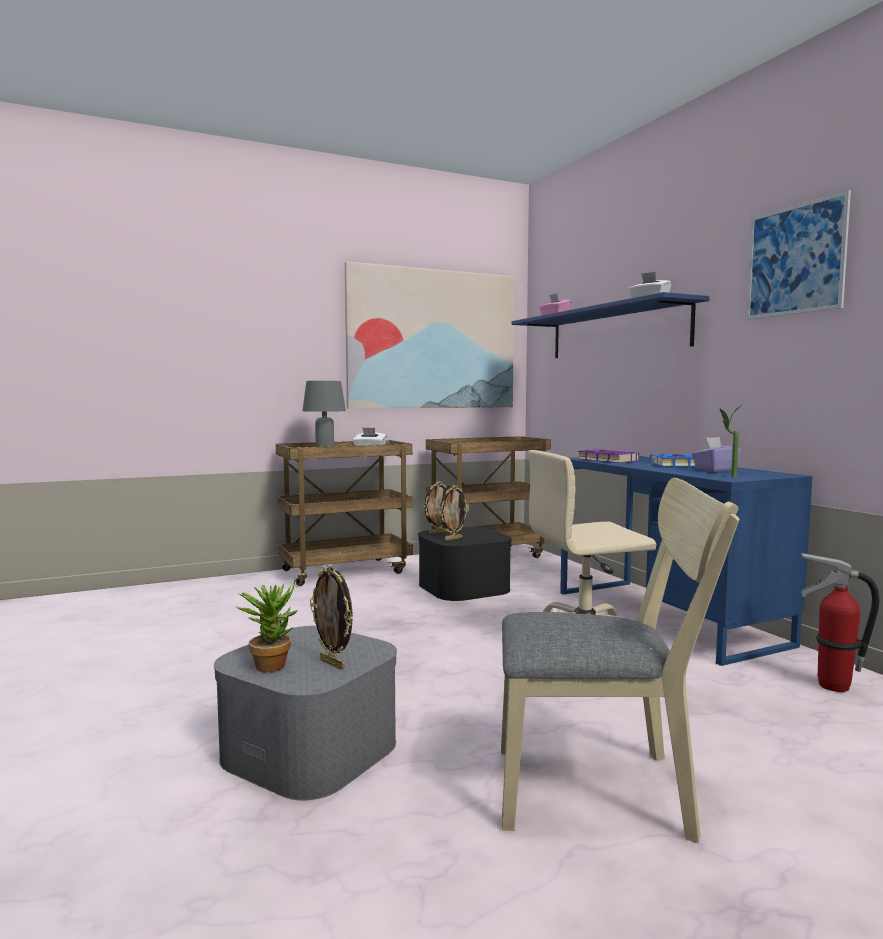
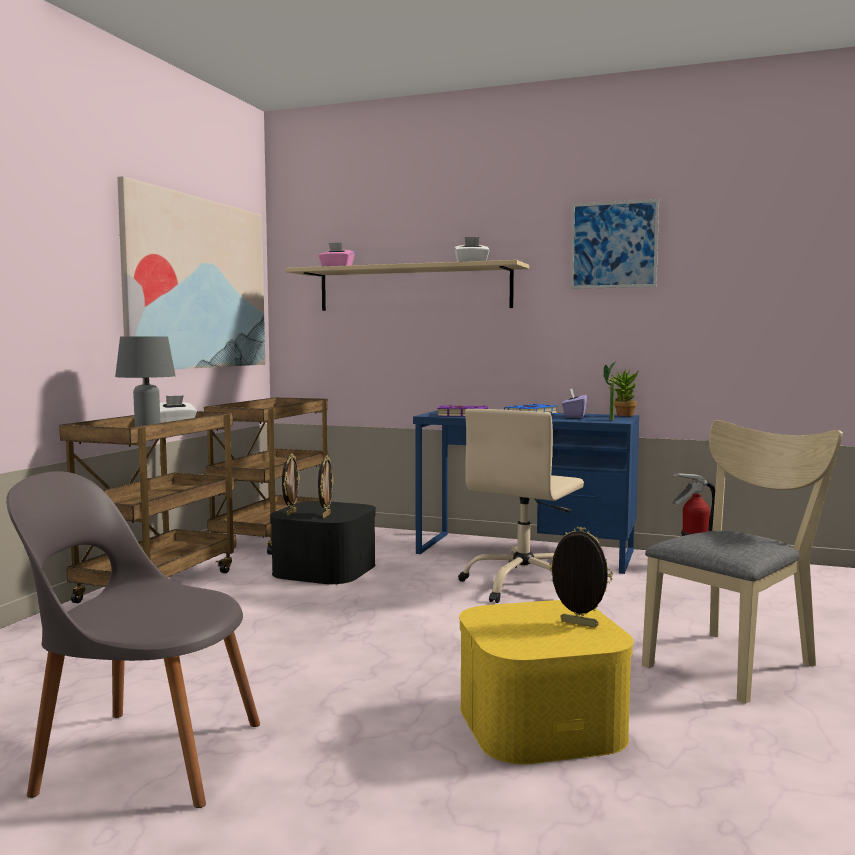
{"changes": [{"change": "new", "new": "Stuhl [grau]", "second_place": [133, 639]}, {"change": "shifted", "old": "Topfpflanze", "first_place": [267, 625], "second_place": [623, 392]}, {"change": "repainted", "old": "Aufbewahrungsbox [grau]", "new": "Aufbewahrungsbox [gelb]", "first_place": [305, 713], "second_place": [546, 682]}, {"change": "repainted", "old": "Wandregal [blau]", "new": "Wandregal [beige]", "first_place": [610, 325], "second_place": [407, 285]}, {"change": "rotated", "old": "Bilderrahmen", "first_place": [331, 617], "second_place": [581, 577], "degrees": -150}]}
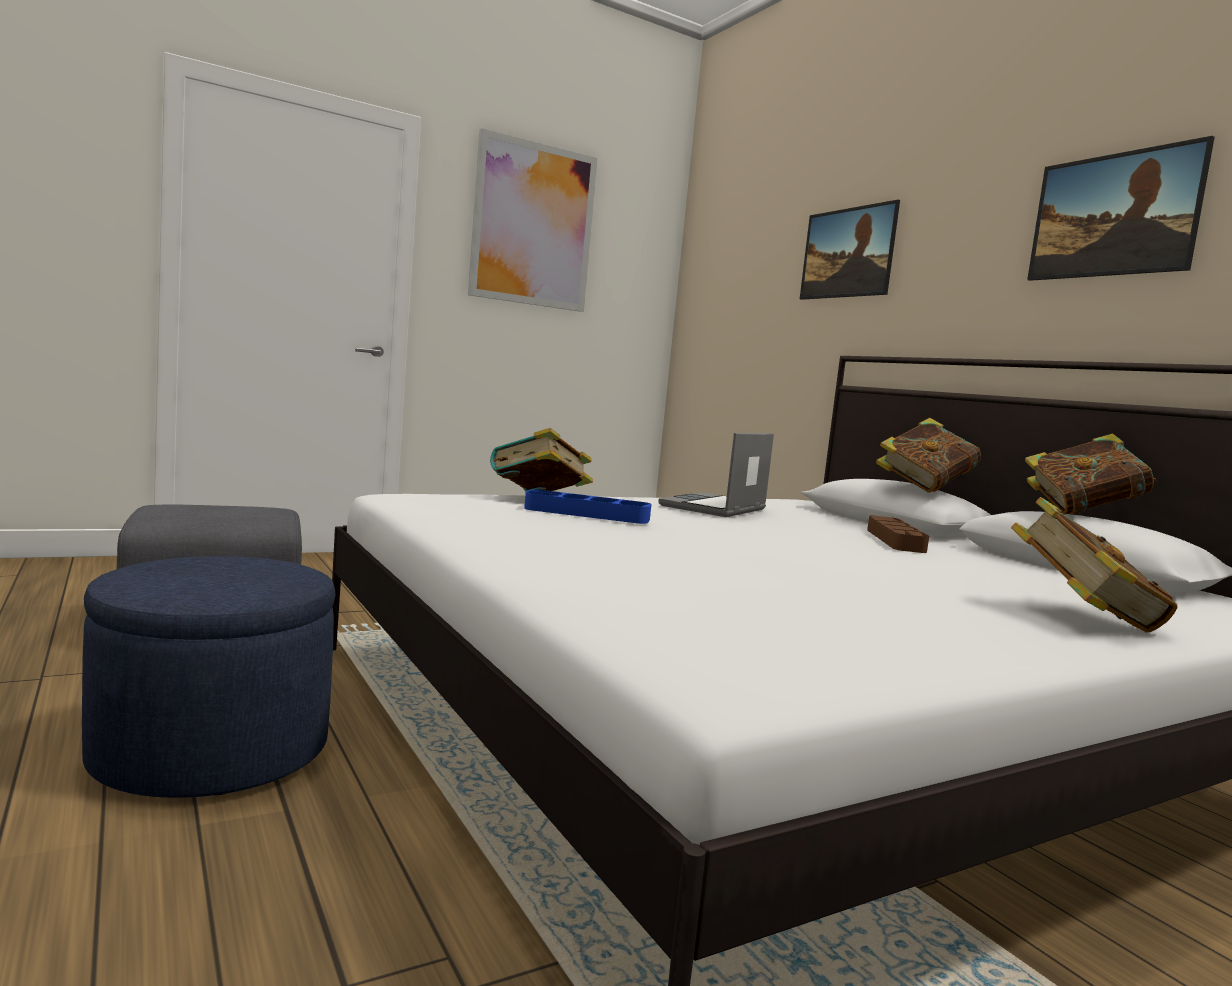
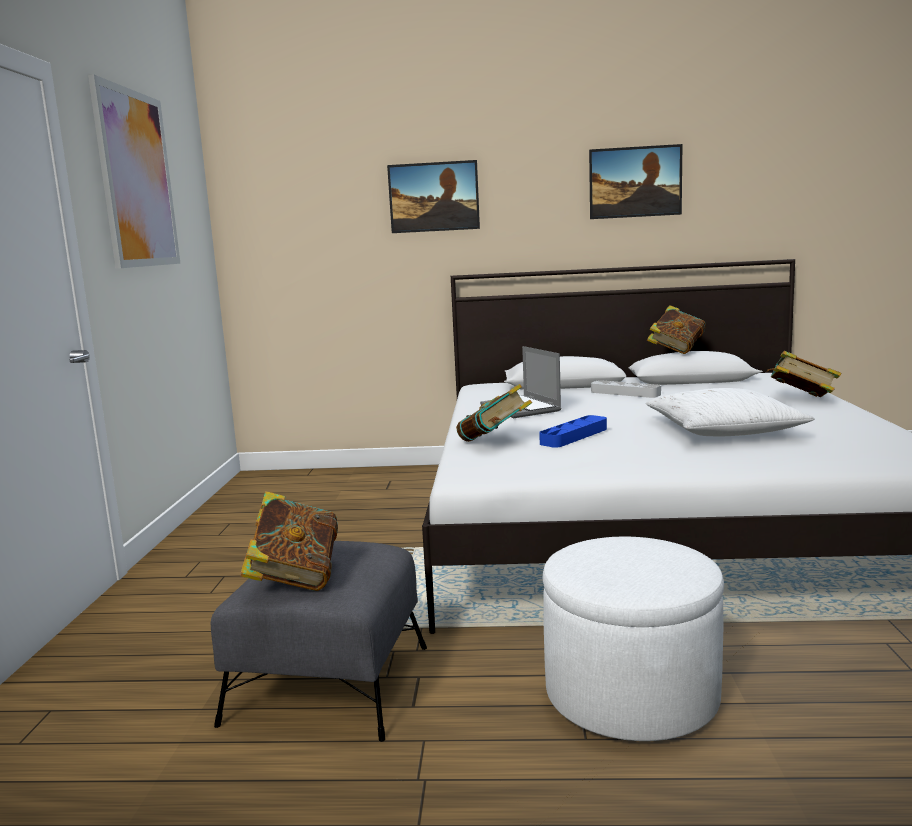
{"changes": [{"change": "new", "new": "Kissen [weiß]", "second_place": [730, 412]}, {"change": "shifted", "old": "Buch", "first_place": [928, 455], "second_place": [289, 541]}, {"change": "repainted", "old": "Polsterhocker [blau]", "new": "Polsterhocker [weiß]", "first_place": [208, 677], "second_place": [633, 639]}, {"change": "repainted", "old": "Tablett [braun]", "new": "Tablett [grau]", "first_place": [898, 534], "second_place": [626, 389]}]}
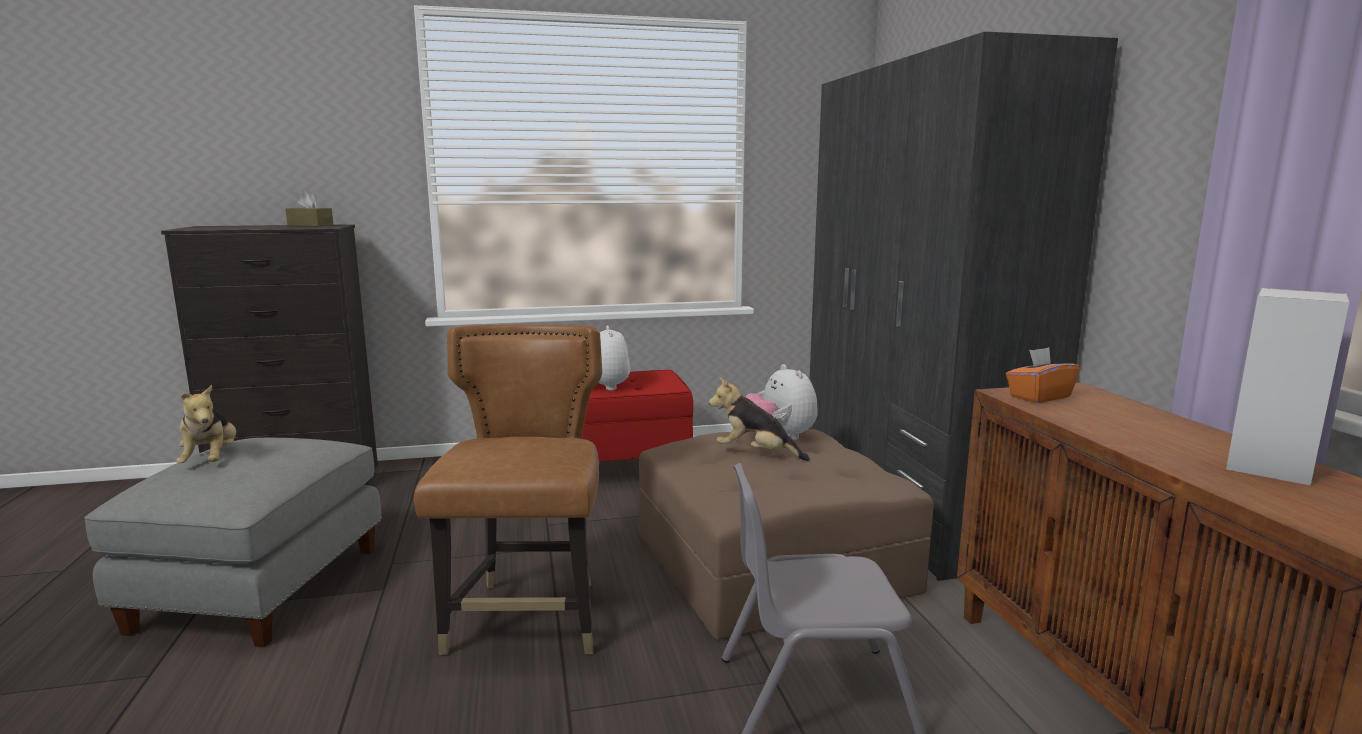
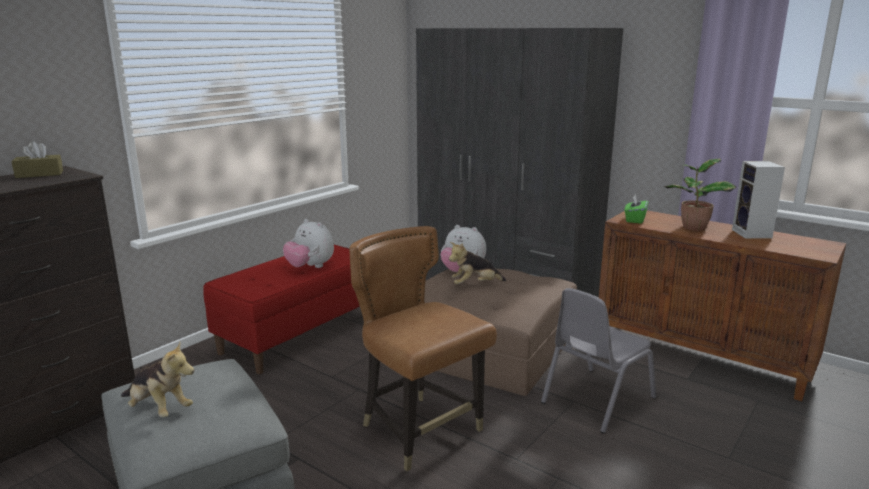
{"changes": [{"change": "new", "new": "Topfpflanze", "second_place": [700, 195]}, {"change": "repainted", "old": "Taschentuchbox [orange]", "new": "Taschentuchbox [grün]", "first_place": [1043, 375], "second_place": [636, 209]}]}
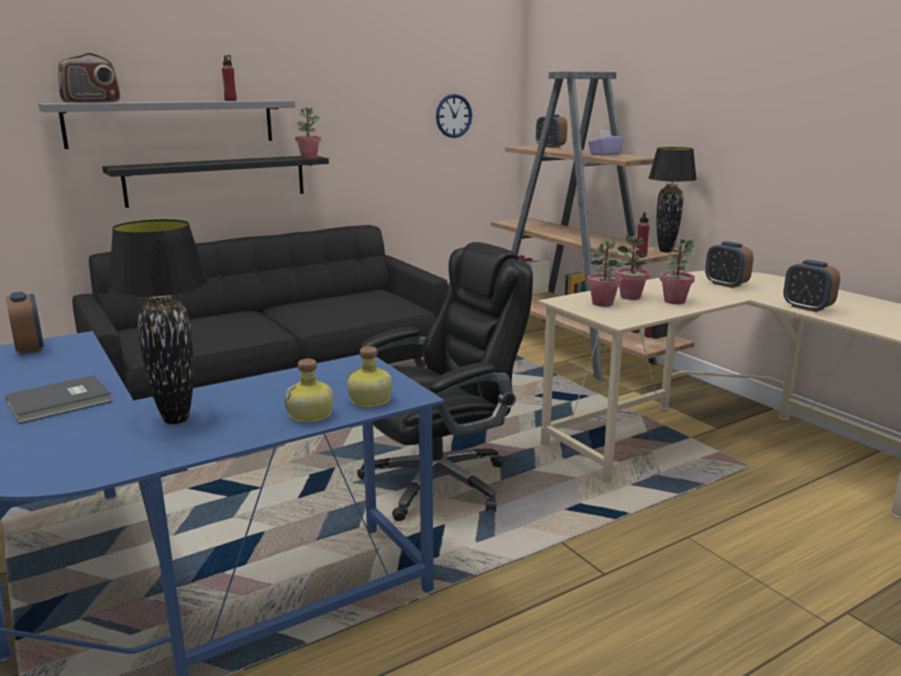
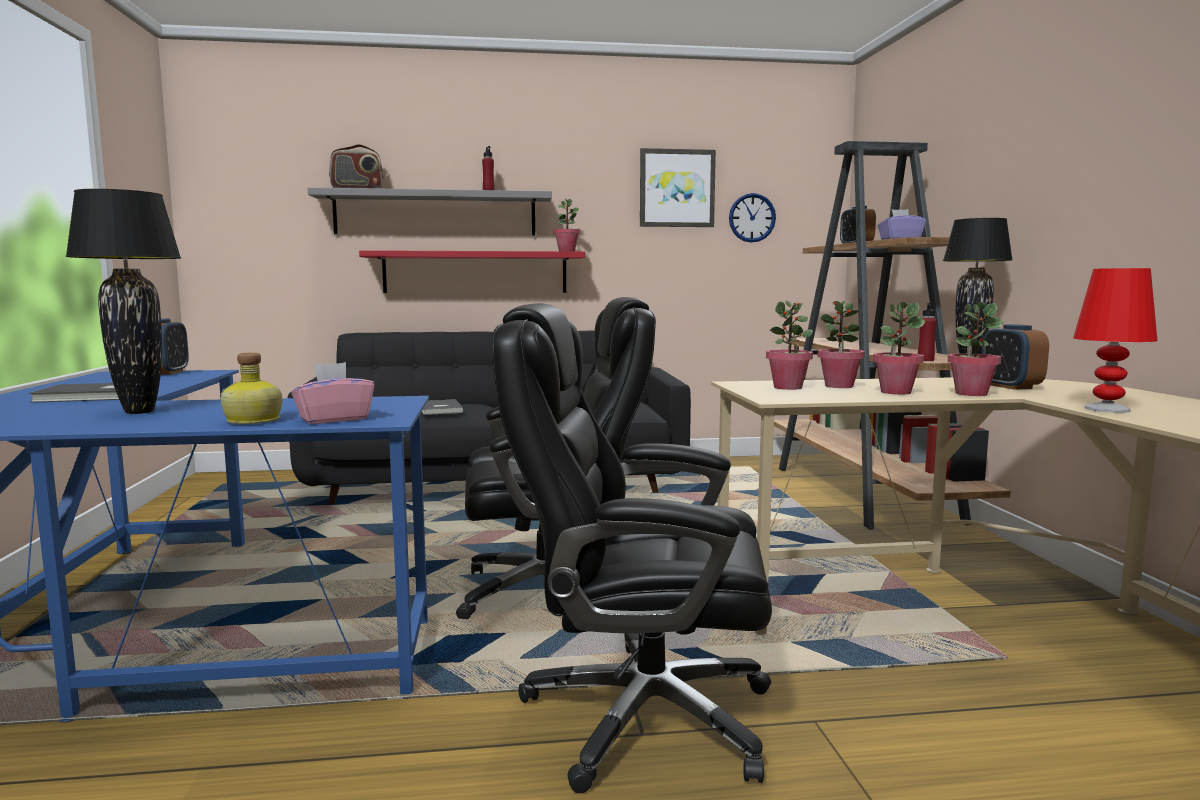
{"changes": [{"change": "new", "new": "Buch [grau]", "second_place": [443, 407]}, {"change": "new", "new": "Bürostuhl [schwarz]", "second_place": [632, 548]}, {"change": "new", "new": "Bild", "second_place": [678, 187]}, {"change": "new", "new": "Topfpflanze", "second_place": [975, 349]}, {"change": "swapped", "old": "Flasche", "new": "Taschentuchbox [rosa]", "first_place": [370, 376], "second_place": [333, 393]}, {"change": "swapped", "old": "Wecker", "new": "Tischlampe [rot]", "first_place": [811, 286], "second_place": [1115, 340]}, {"change": "repainted", "old": "Wandregal [schwarz]", "new": "Wandregal [rot]", "first_place": [215, 182], "second_place": [472, 271]}]}
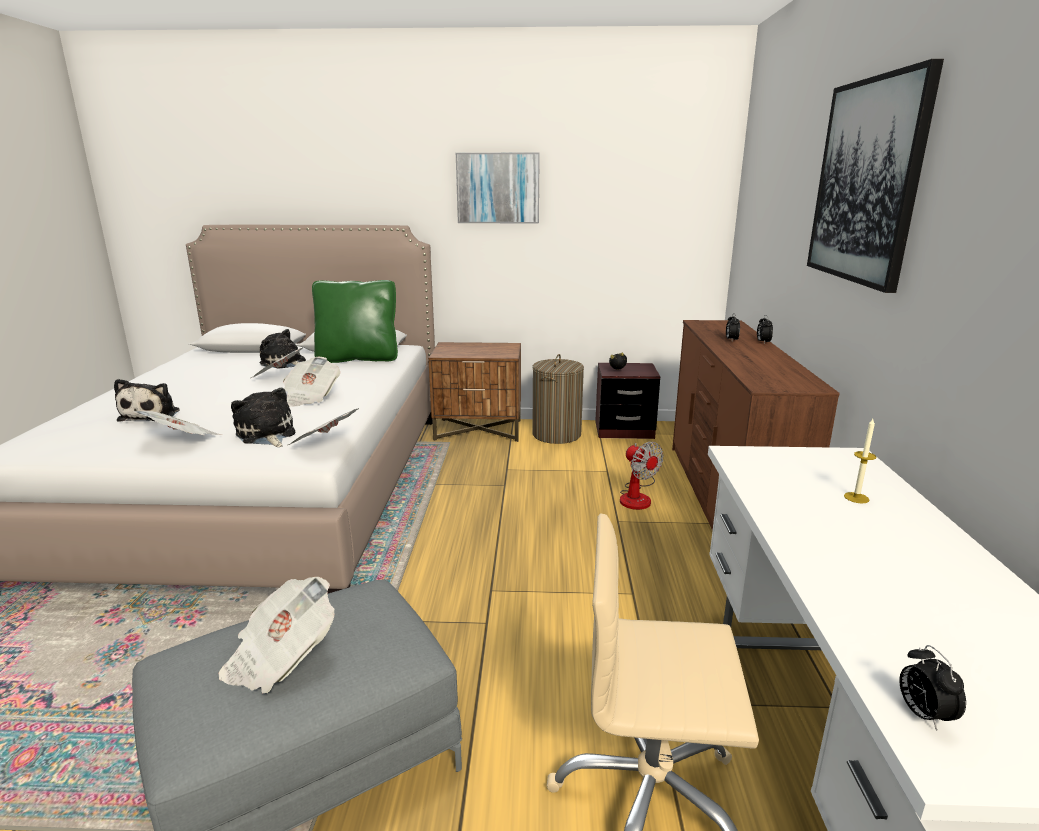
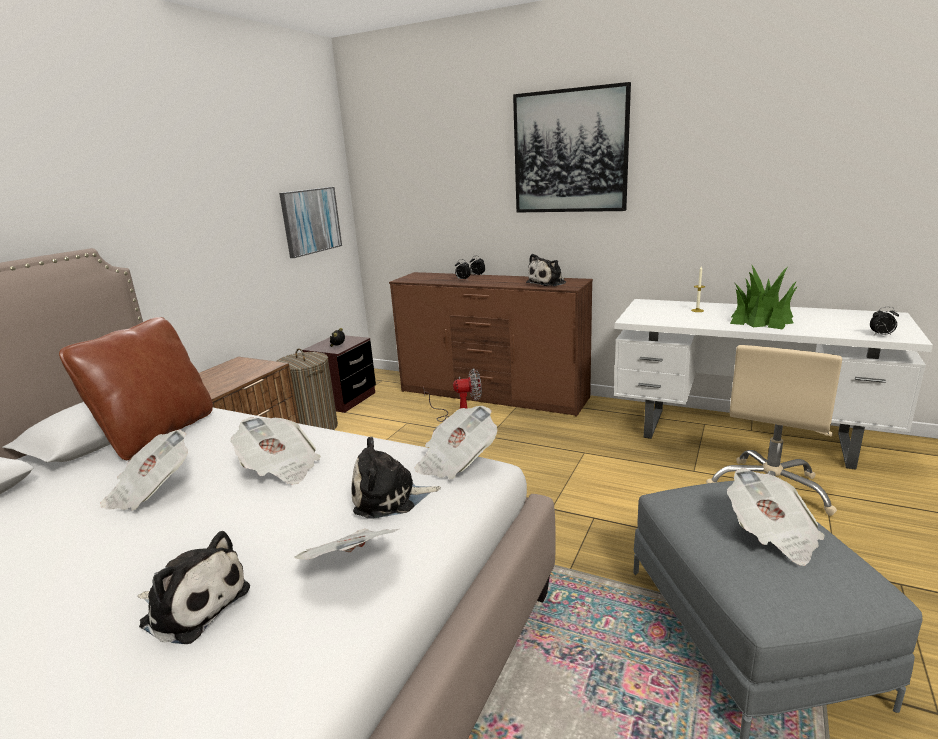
{"changes": [{"change": "new", "new": "Topfpflanze", "second_place": [763, 296]}, {"change": "shifted", "old": "Plüschtier", "first_place": [282, 349], "second_place": [546, 270]}, {"change": "shifted", "old": "Bild", "first_place": [498, 188], "second_place": [310, 222]}, {"change": "repainted", "old": "Kissen [grün]", "new": "Kissen [braun]", "first_place": [355, 321], "second_place": [136, 388]}]}
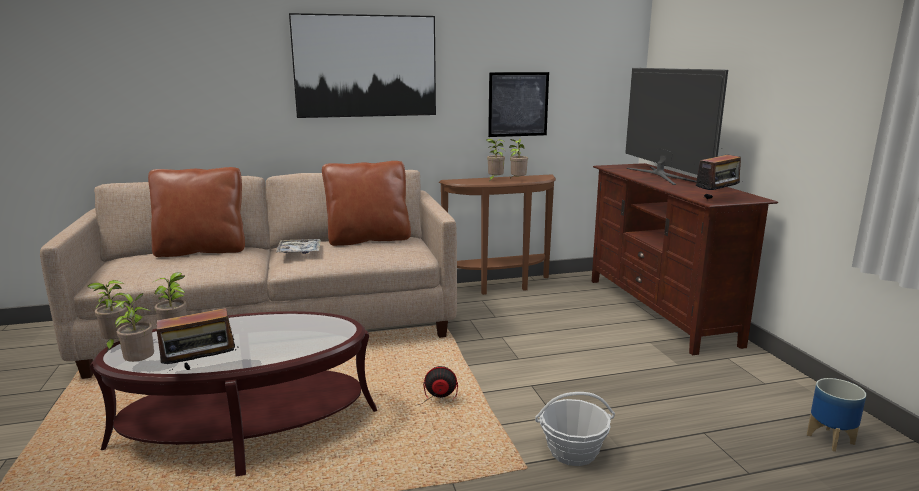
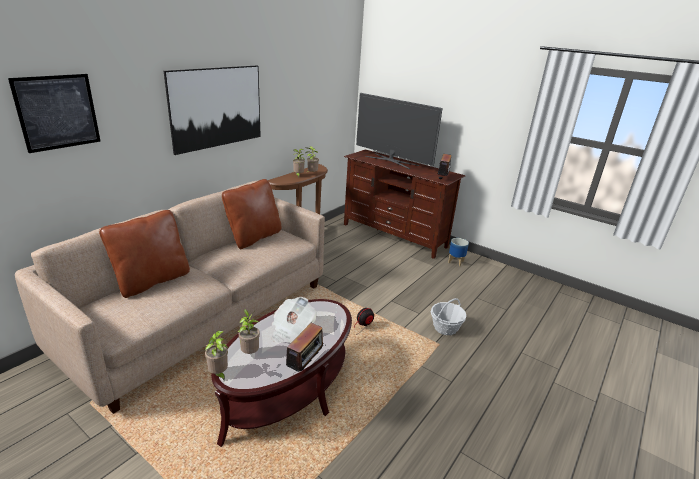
{"changes": [{"change": "gone", "old": "Topfpflanze", "first_place": [134, 327]}, {"change": "gone", "old": "Tablett", "first_place": [298, 246]}, {"change": "new", "new": "Zeitung", "second_place": [293, 320]}, {"change": "shifted", "old": "Bild", "first_place": [518, 104], "second_place": [54, 113]}, {"change": "shifted", "old": "Pflanzkübel", "first_place": [836, 415], "second_place": [458, 252]}]}
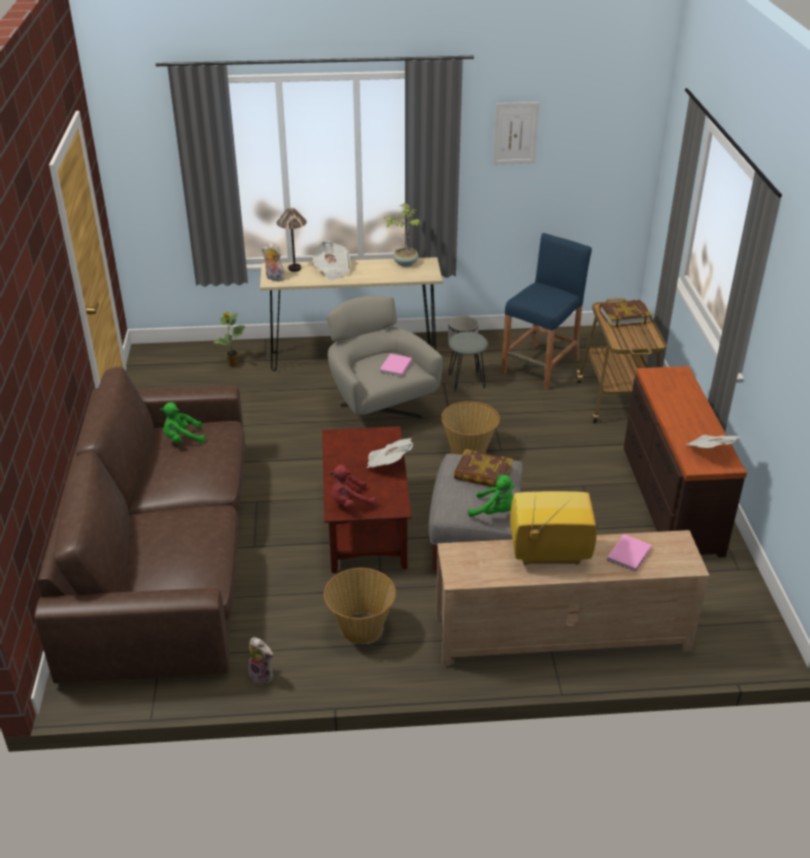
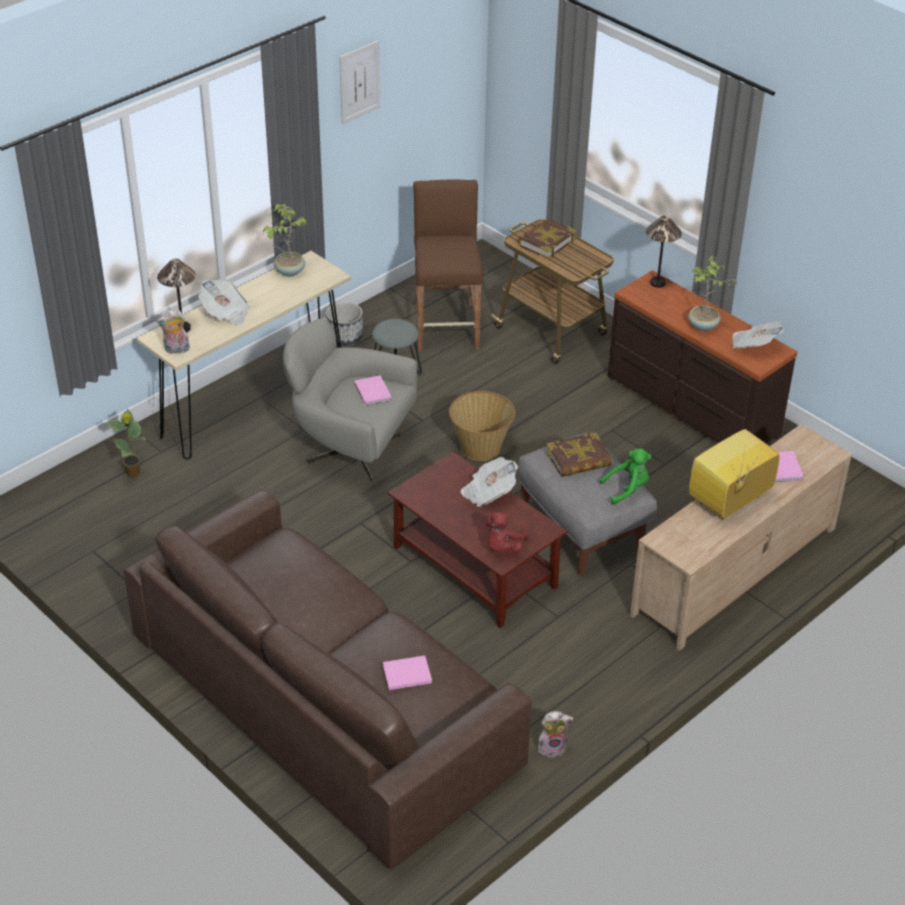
{"changes": [{"change": "gone", "old": "Plüschtier [grün]", "first_place": [183, 423]}, {"change": "gone", "old": "Korb", "first_place": [360, 606]}, {"change": "new", "new": "Buch [rosa]", "second_place": [407, 672]}, {"change": "new", "new": "Tischlampe", "second_place": [664, 252]}, {"change": "new", "new": "Topfpflanze", "second_place": [712, 293]}, {"change": "repainted", "old": "Hocker [blau]", "new": "Hocker [braun]", "first_place": [546, 311], "second_place": [448, 265]}]}
